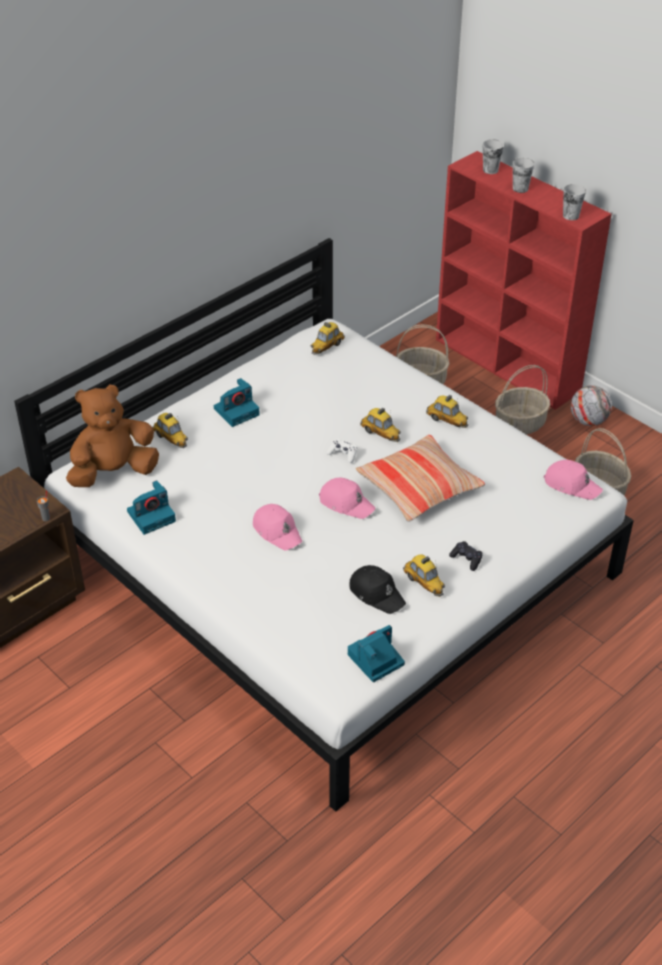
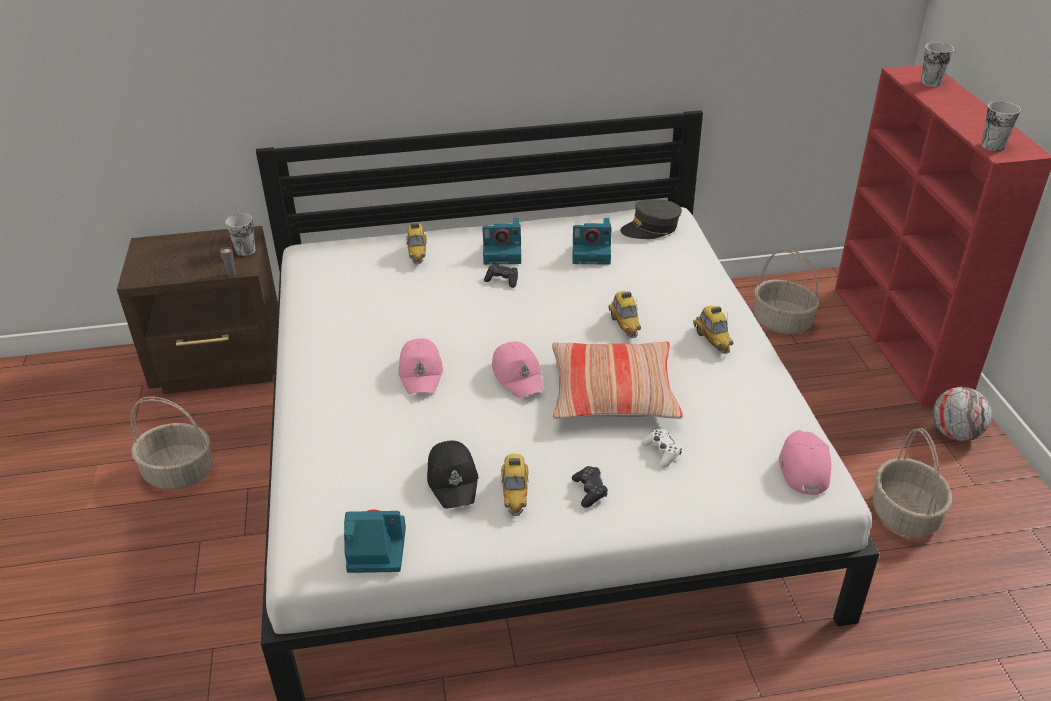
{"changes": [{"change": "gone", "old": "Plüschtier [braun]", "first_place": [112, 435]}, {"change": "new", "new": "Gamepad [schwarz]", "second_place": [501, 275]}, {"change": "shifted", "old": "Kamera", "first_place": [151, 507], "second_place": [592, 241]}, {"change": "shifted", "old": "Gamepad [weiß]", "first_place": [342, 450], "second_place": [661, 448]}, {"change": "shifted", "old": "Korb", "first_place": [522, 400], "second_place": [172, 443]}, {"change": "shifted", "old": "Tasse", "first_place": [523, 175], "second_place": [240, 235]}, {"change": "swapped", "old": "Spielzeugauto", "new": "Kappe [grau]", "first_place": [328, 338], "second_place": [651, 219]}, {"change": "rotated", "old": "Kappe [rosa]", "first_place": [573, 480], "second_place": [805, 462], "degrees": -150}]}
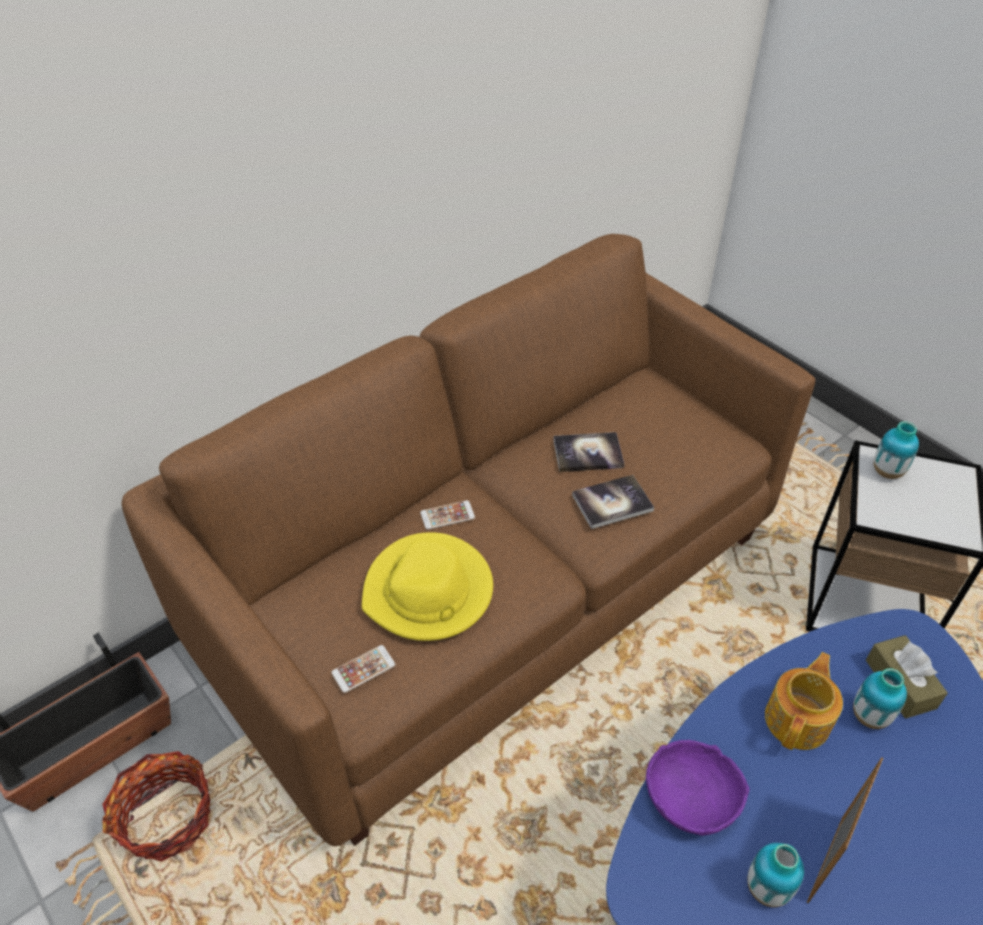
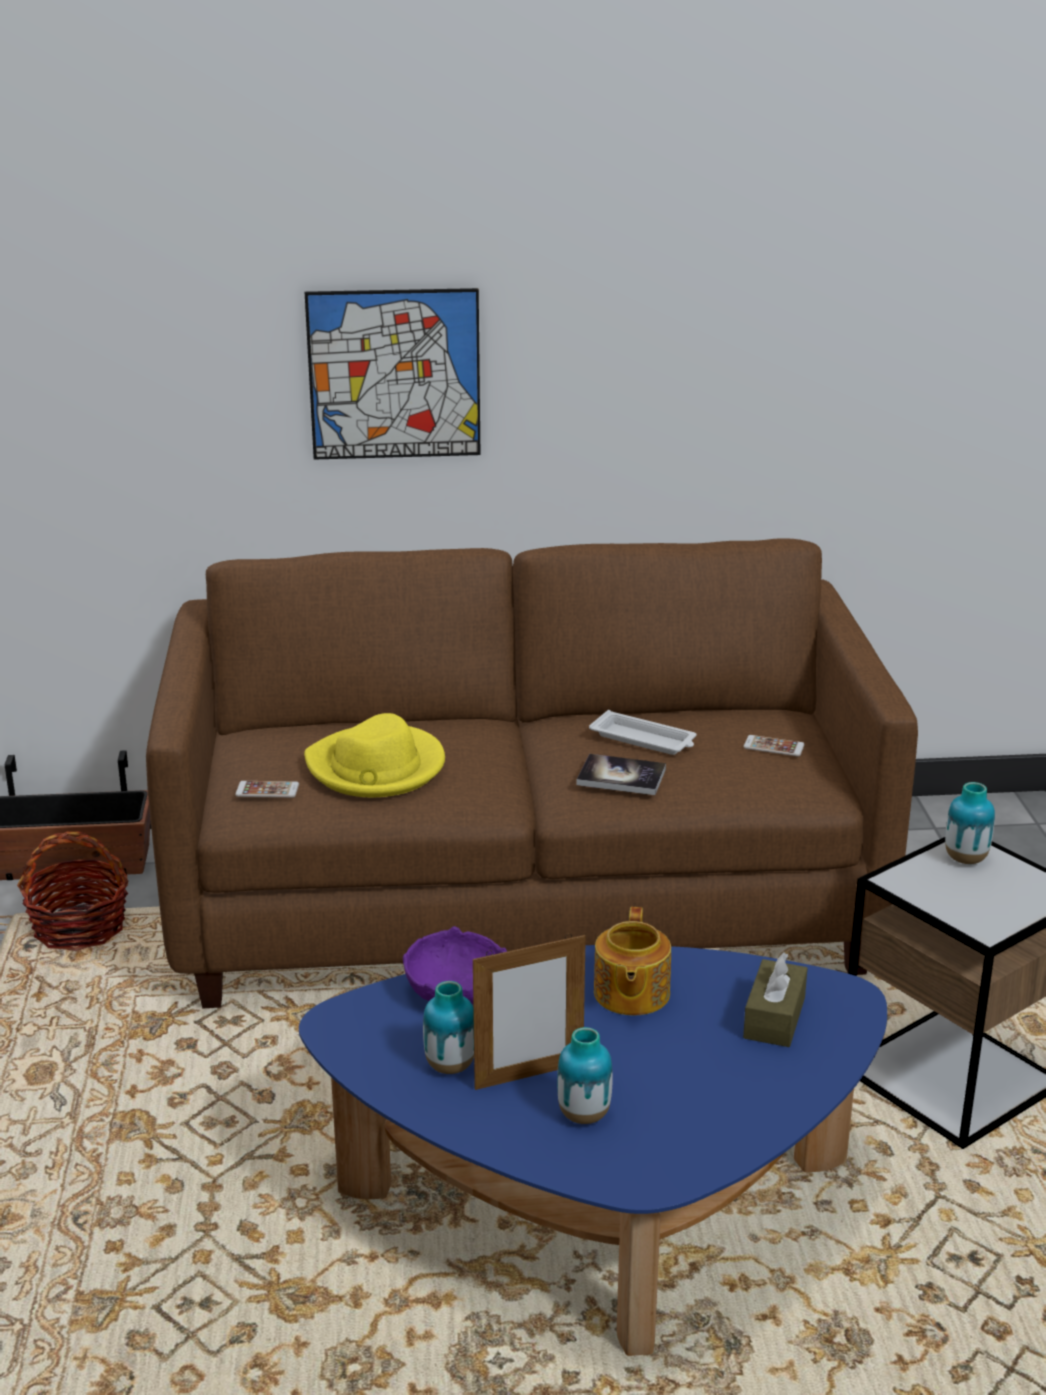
{"changes": [{"change": "new", "new": "Bild", "second_place": [392, 373]}, {"change": "shifted", "old": "Handy", "first_place": [447, 515], "second_place": [774, 745]}, {"change": "shifted", "old": "Vase", "first_place": [880, 698], "second_place": [585, 1075]}, {"change": "swapped", "old": "Buch", "new": "Tablett [weiß]", "first_place": [589, 452], "second_place": [643, 732]}, {"change": "rotated", "old": "Teekanne", "first_place": [804, 701], "second_place": [632, 961], "degrees": 120}]}
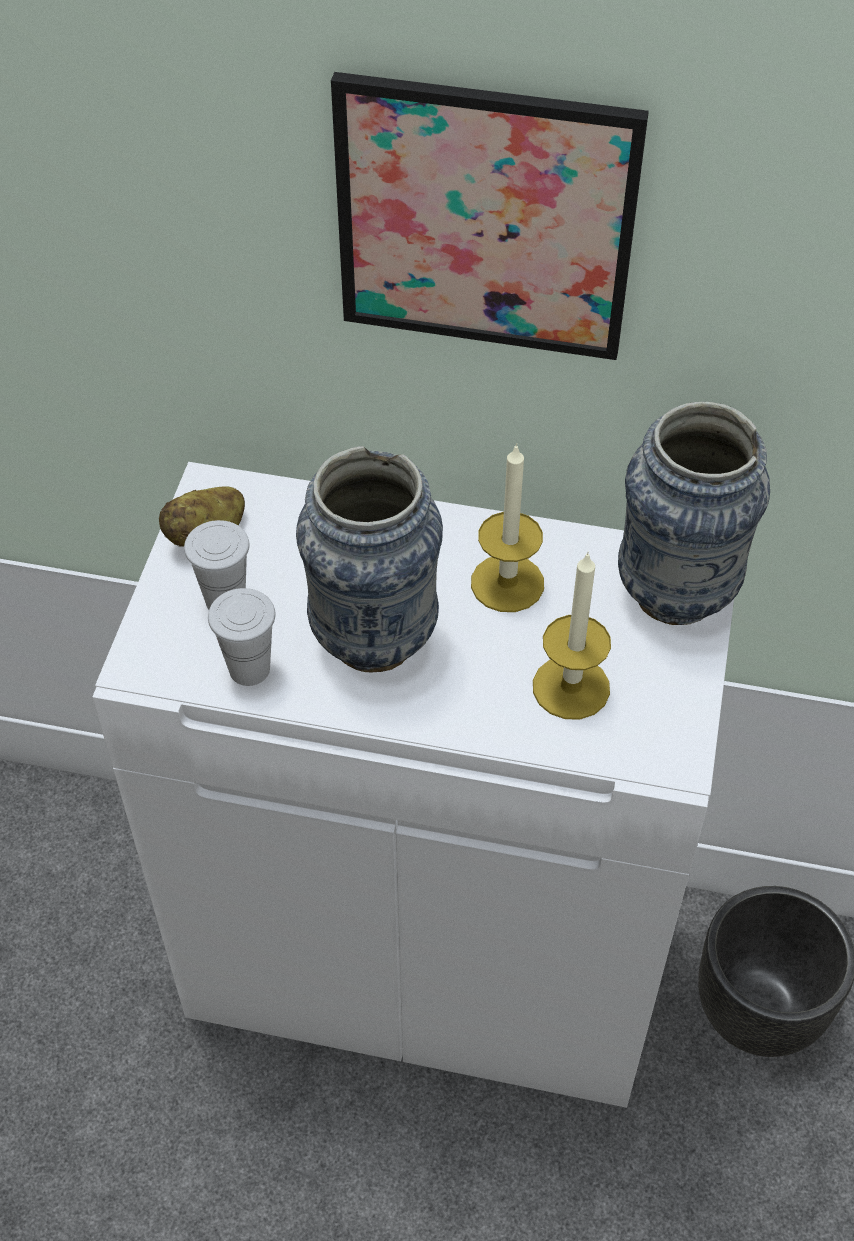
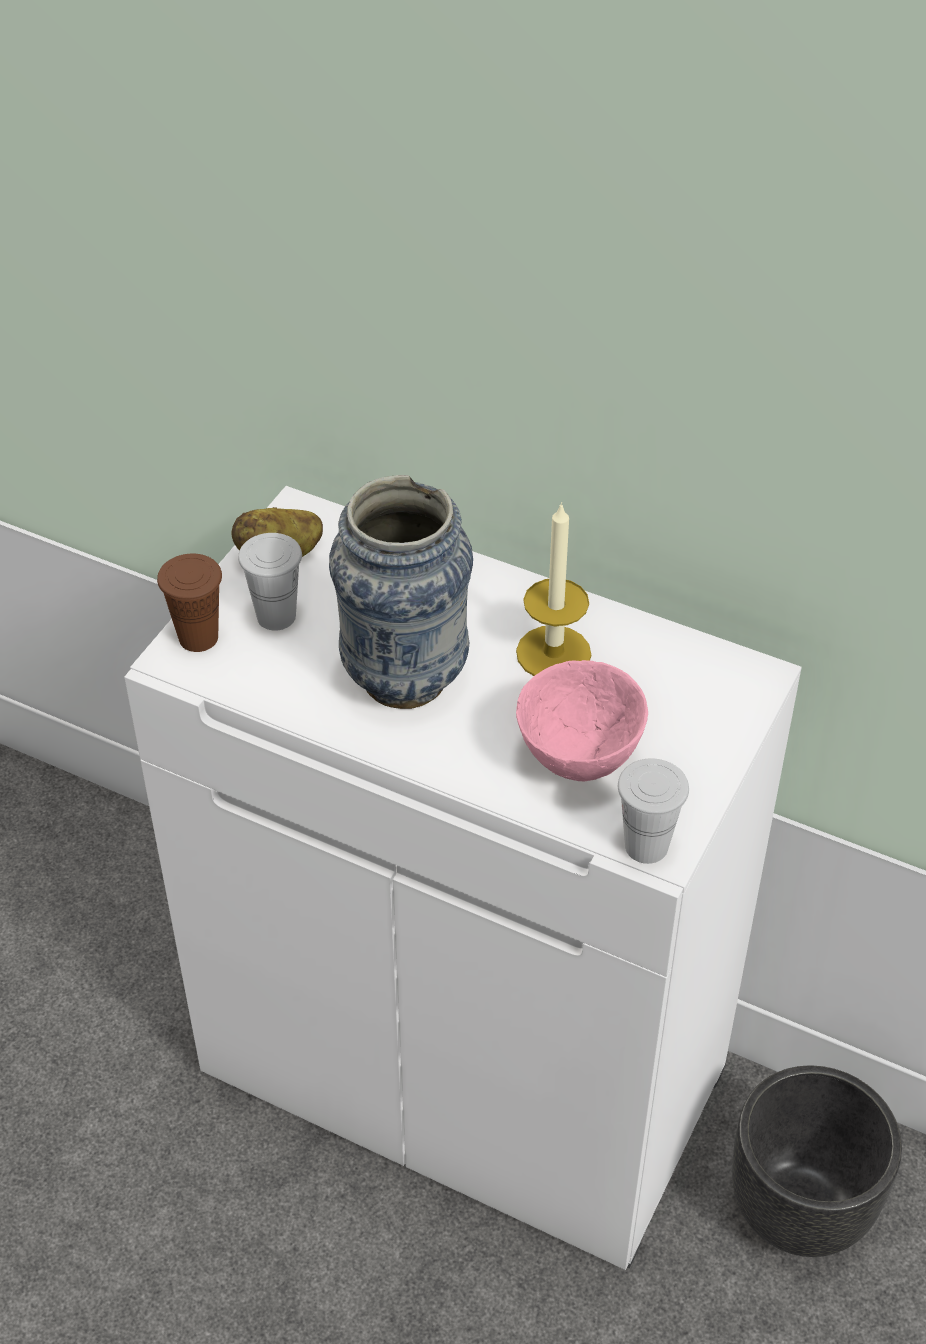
{"changes": [{"change": "gone", "old": "Bild", "first_place": [490, 216]}, {"change": "gone", "old": "Vase", "first_place": [694, 513]}, {"change": "new", "new": "Tasse [braun]", "second_place": [189, 603]}, {"change": "shifted", "old": "Tasse [weiß]", "first_place": [241, 637], "second_place": [653, 811]}, {"change": "swapped", "old": "Kerze", "new": "Schüssel [rosa]", "first_place": [572, 635], "second_place": [582, 721]}]}
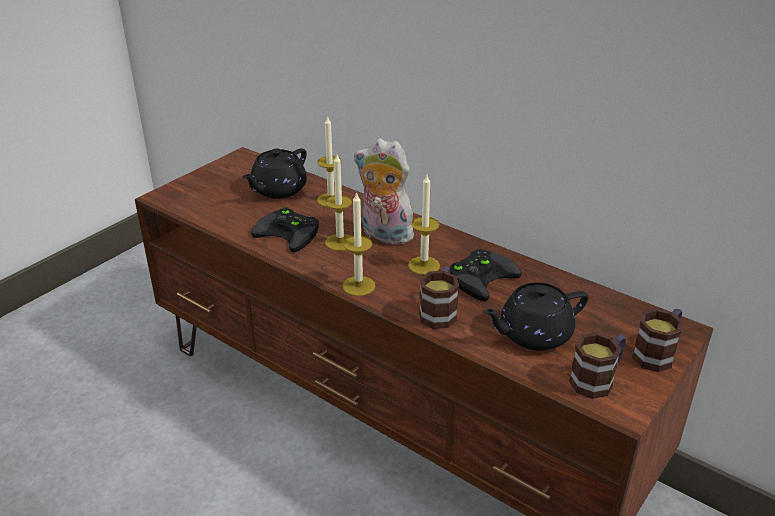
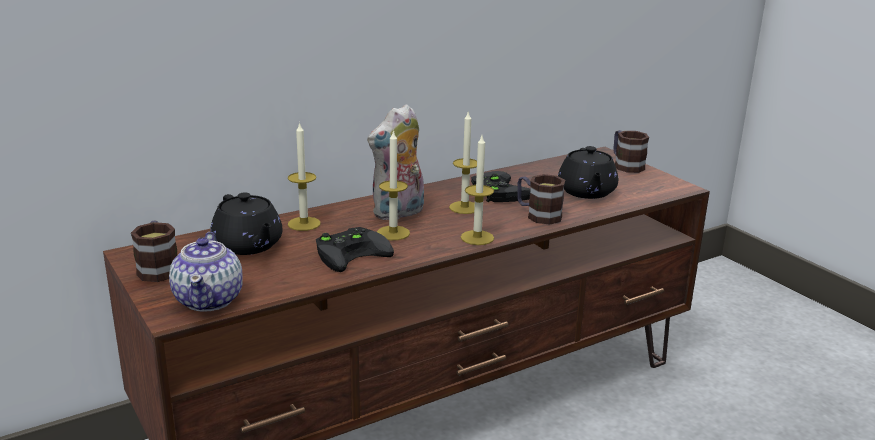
{"changes": [{"change": "new", "new": "Teekanne", "second_place": [206, 272]}, {"change": "shifted", "old": "Henkelbecher", "first_place": [597, 365], "second_place": [154, 251]}]}
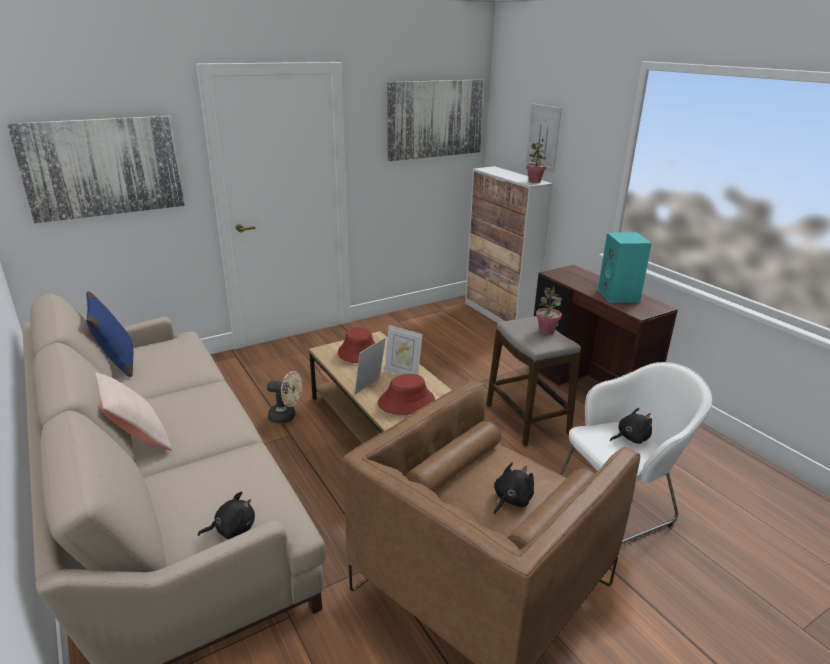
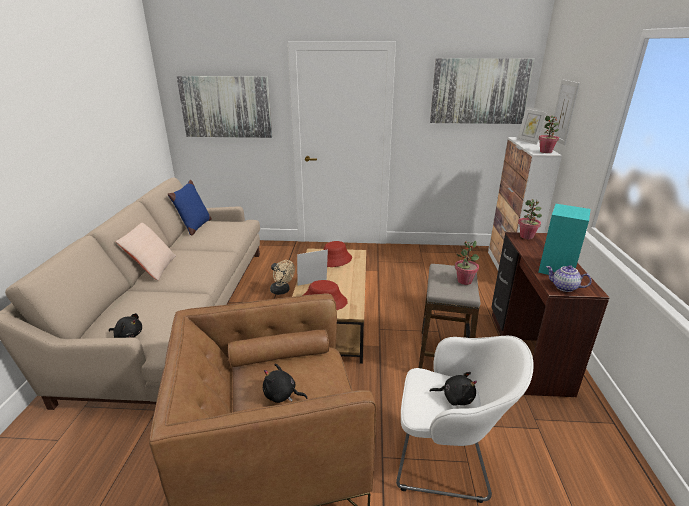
{"changes": [{"change": "new", "new": "Topfpflanze", "second_place": [530, 219]}, {"change": "new", "new": "Teekanne", "second_place": [569, 278]}, {"change": "shifted", "old": "Bilderrahmen", "first_place": [404, 350], "second_place": [532, 126]}, {"change": "rotated", "old": "Plüschtier [schwarz]", "first_place": [514, 488], "second_place": [285, 383], "degrees": -150}]}
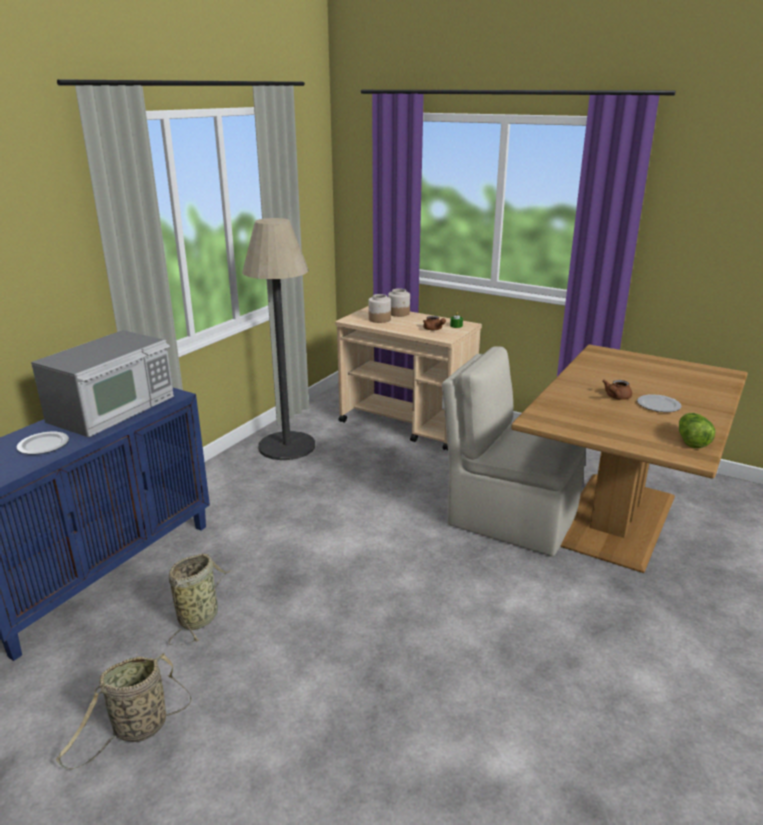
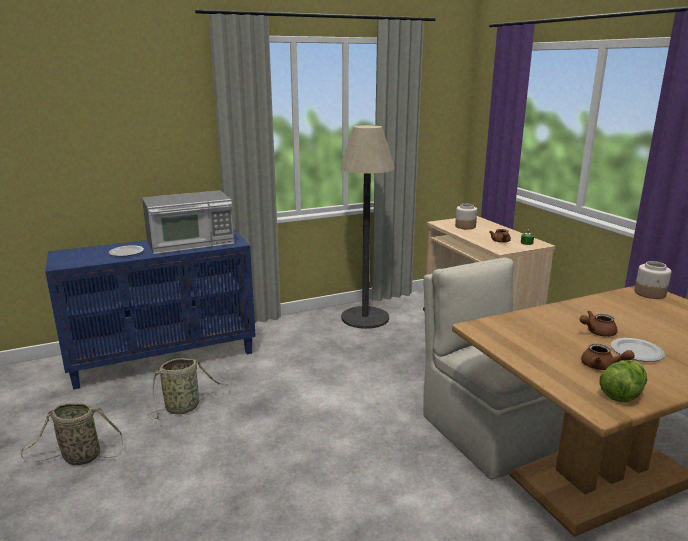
{"changes": [{"change": "new", "new": "Teekanne [braun]", "second_place": [608, 357]}, {"change": "shifted", "old": "Vorratsglas", "first_place": [399, 303], "second_place": [653, 280]}]}
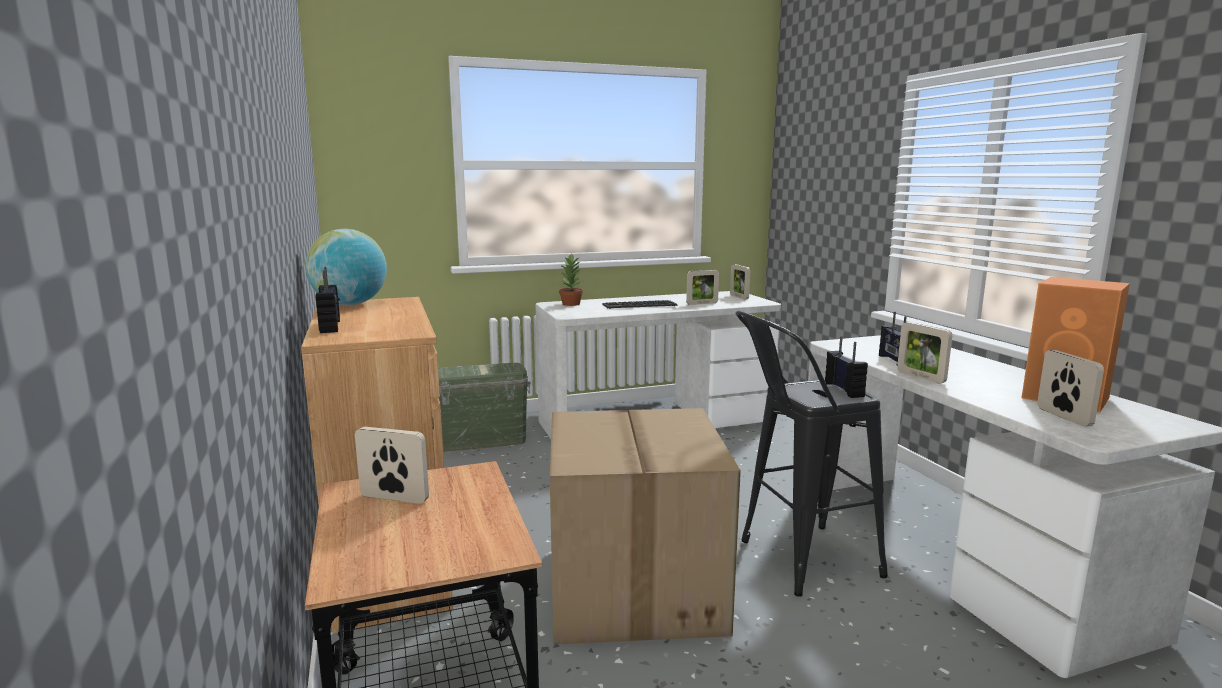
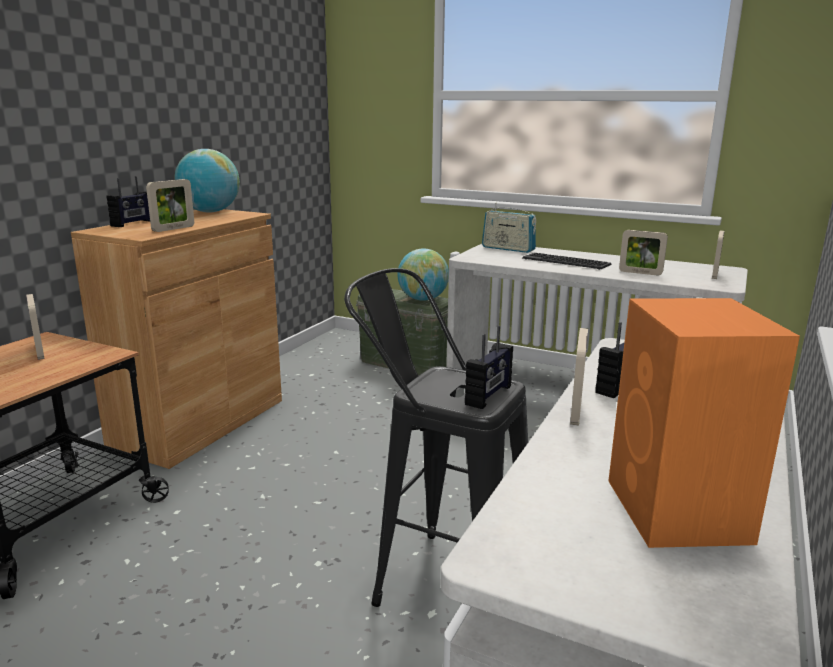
{"changes": [{"change": "gone", "old": "Karton", "first_place": [645, 526]}, {"change": "new", "new": "Globus", "second_place": [423, 275]}, {"change": "shifted", "old": "Bilderrahmen", "first_place": [1070, 388], "second_place": [170, 205]}, {"change": "swapped", "old": "Topfpflanze", "new": "Radio", "first_place": [571, 280], "second_place": [509, 227]}]}
